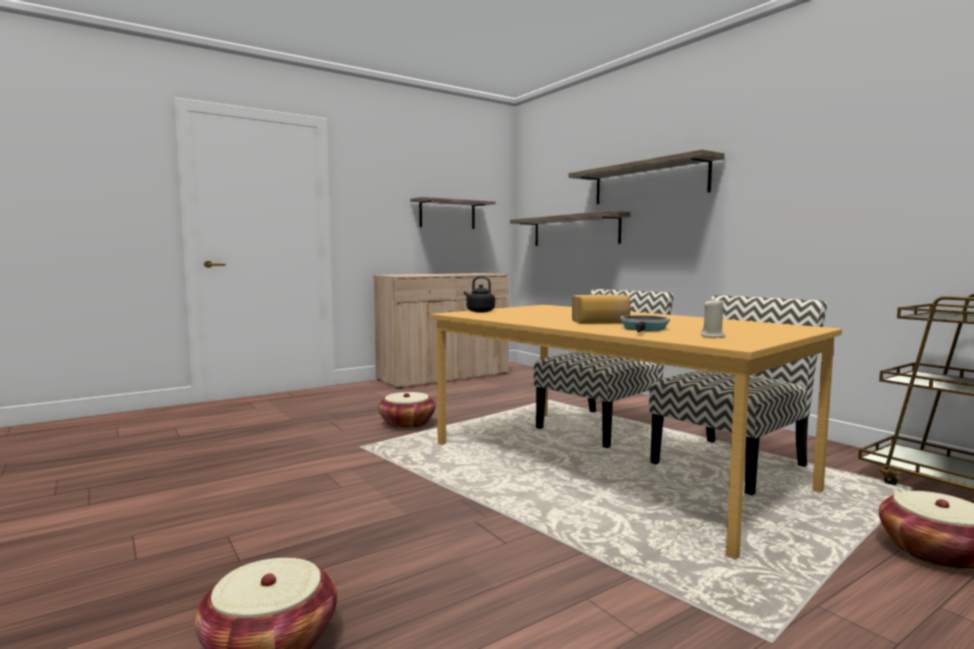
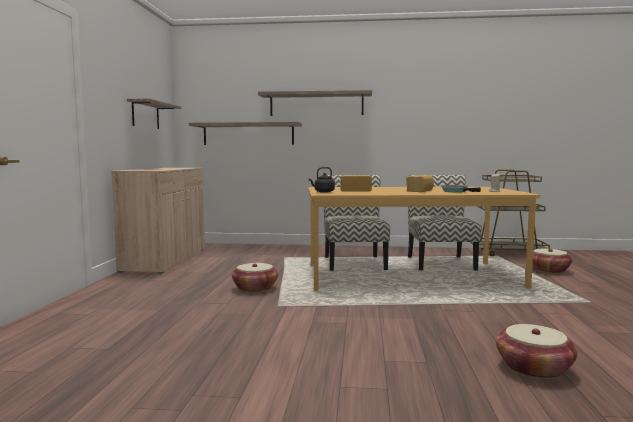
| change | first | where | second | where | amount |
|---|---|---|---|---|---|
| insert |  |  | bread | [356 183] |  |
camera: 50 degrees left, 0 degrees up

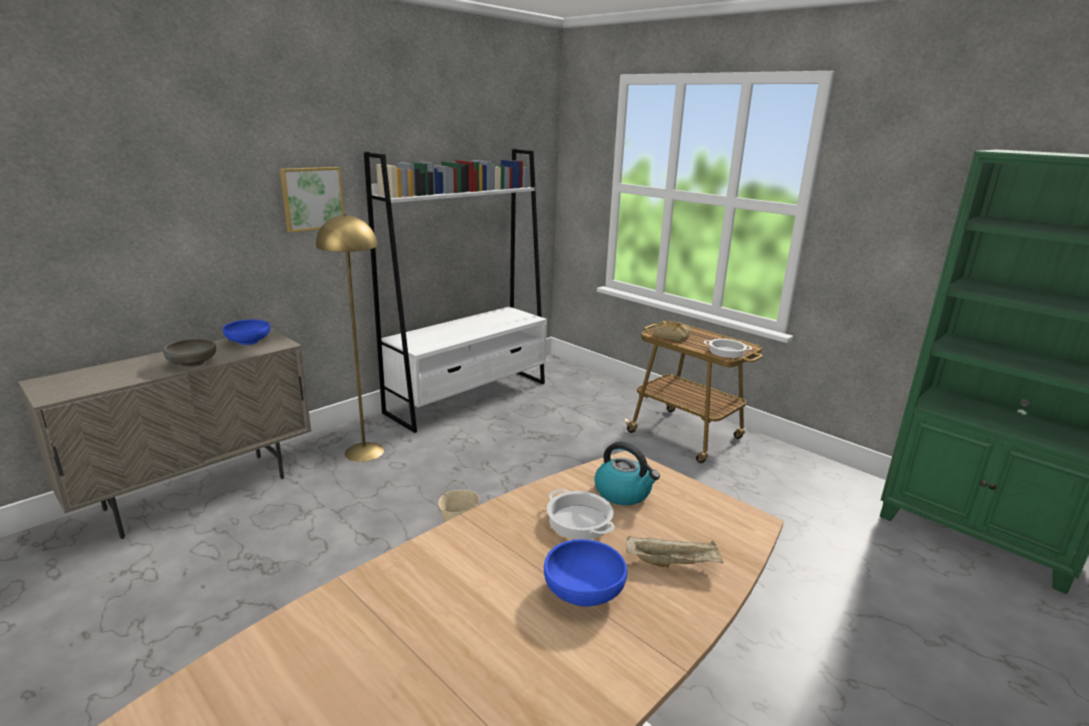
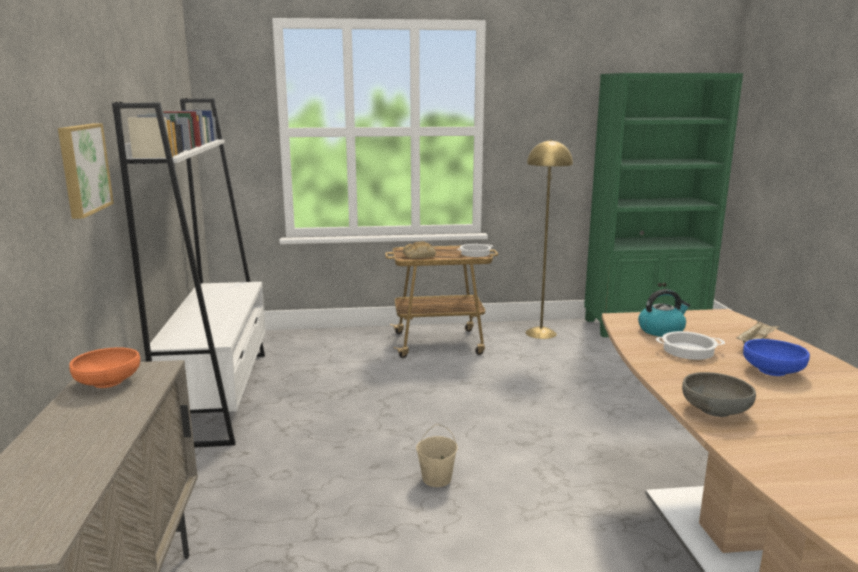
| change | first | where | second | where | amount |
|---|---|---|---|---|---|
| recolor | blue bowl | [246 332] | orange bowl | [104 367] |  |
| move | yellow floor lamp | [350 338] |  | [549 239] |  |
| move | grey bowl | [189 352] |  | [719 394] |  |
camera: 50 degrees left, 5 degrees down

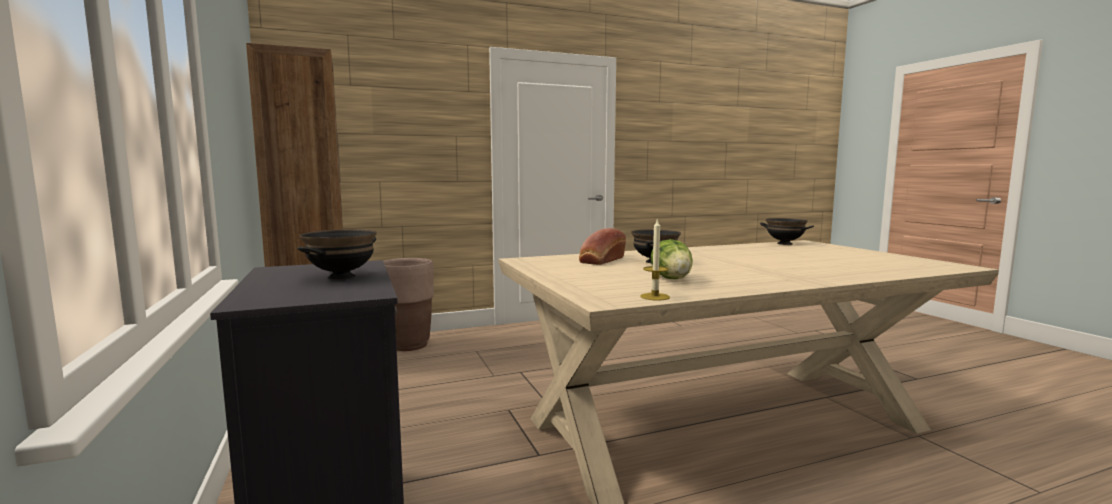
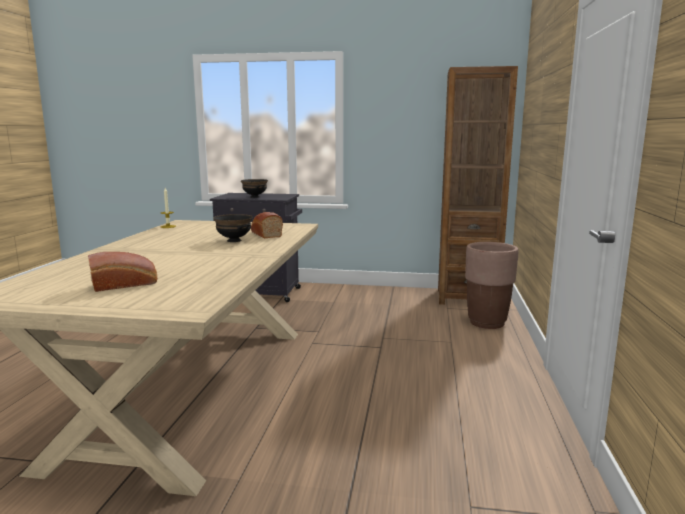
| change | first | where | second | where | amount |
|---|---|---|---|---|---|
| insert |  |  | bread | [122 272] |  |
| delete | lettuce | [672 259] |  |  |  |
| delete | black bowl | [787 231] |  |  |  |
camera: 120 degrees right, 5 degrees up

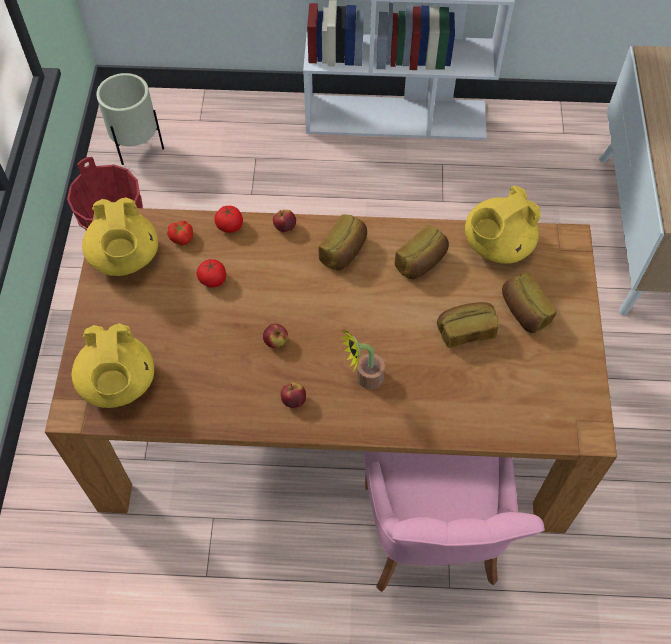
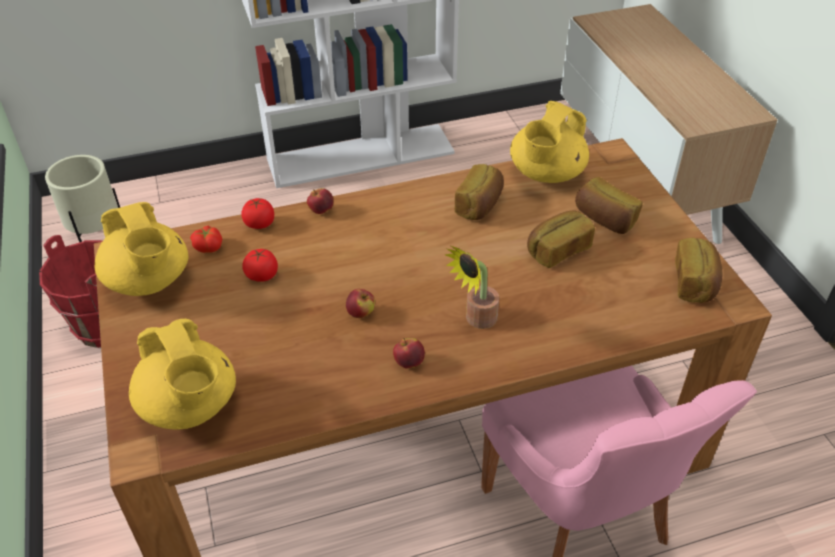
| change | first | where | second | where | amount |
|---|---|---|---|---|---|
| move | bread | [342 242] |  | [698 270] |  |
camera: 20 degrees left, 15 degrees down

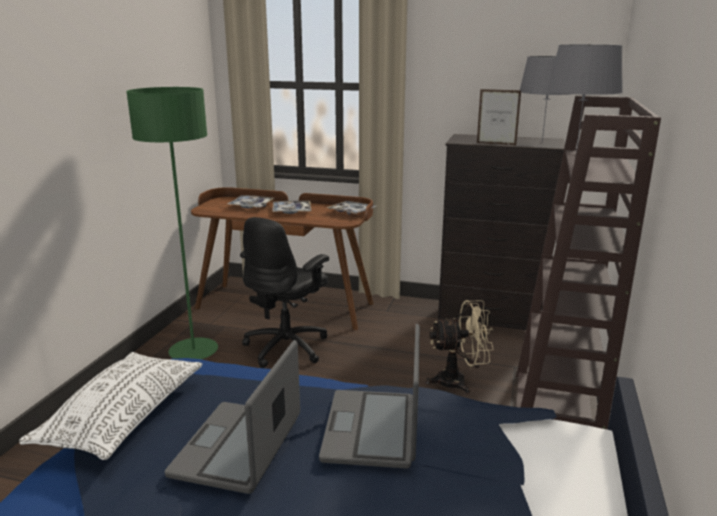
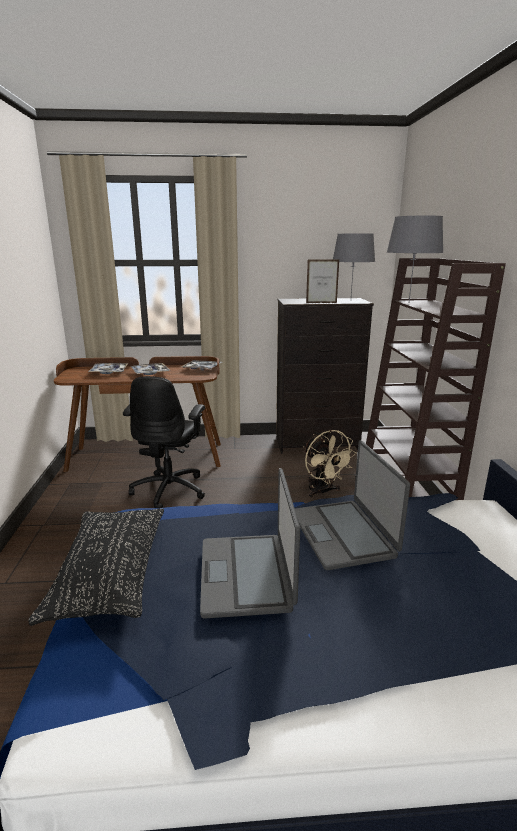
| change | first | where | second | where | amount |
|---|---|---|---|---|---|
| recolor | white pillow | [110 406] | black pillow | [96 567] |  |
| rotate | beige fan | [459 347] |  | [330 464] | 90 degrees clockwise |
| delete | green floor lamp | [172 223] |  |  |  |
camera: 20 degrees left, 0 degrees up

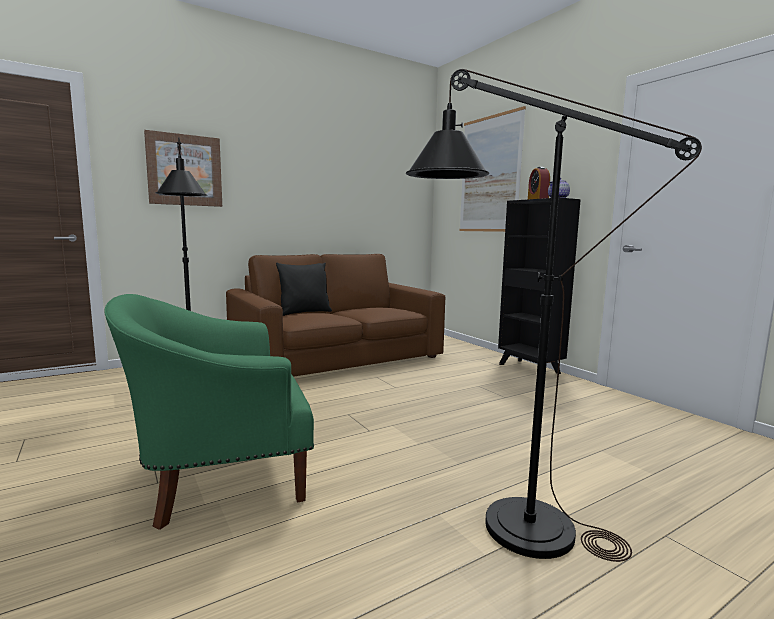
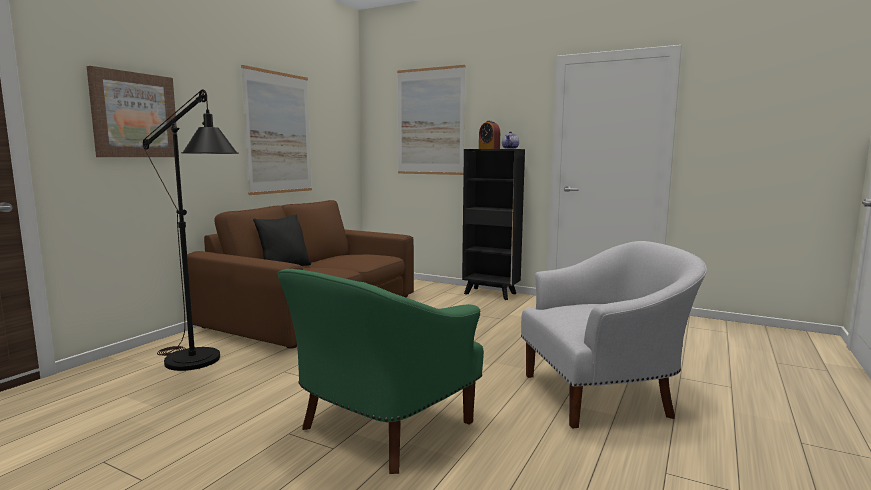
| change | first | where | second | where | amount |
|---|---|---|---|---|---|
| insert |  |  | picture | [276 130] |  |
| replace | black floor lamp | [554 315] | white armchair | [614 335] |  |
camera: 30 degrees left, 0 degrees up

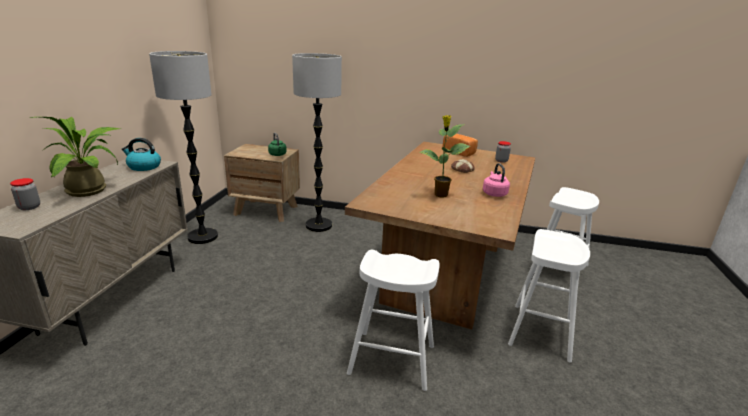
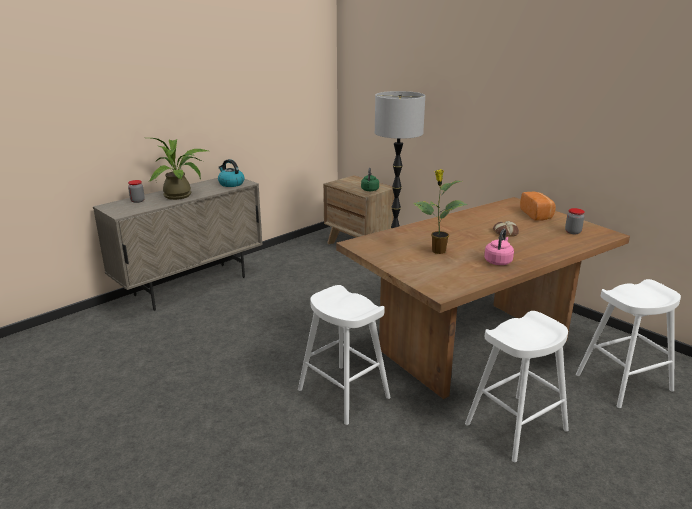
| change | first | where | second | where | amount |
|---|---|---|---|---|---|
| delete | floor lamp | [183 147] |  |  |  |
camera: 35 degrees right, 0 degrees up

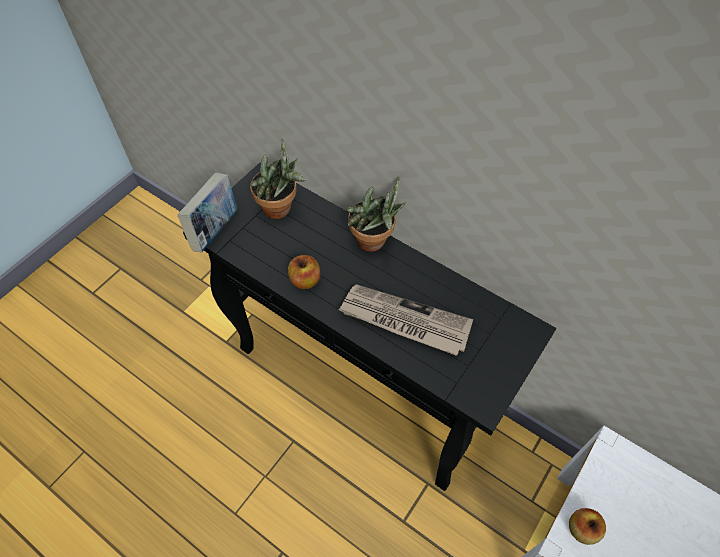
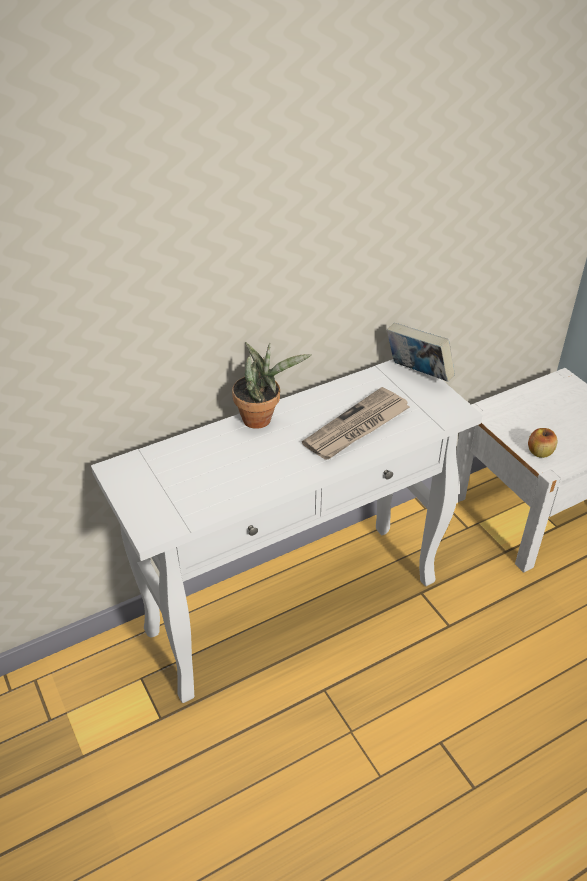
| change | first | where | second | where | amount |
|---|---|---|---|---|---|
| recolor | black console table | [369 327] | white console table | [287 531] |  |
| move | book | [207 212] |  | [421 352] |  |
| delete | potted plant | [278 178] |  |  |  |
| delete | apple | [304 272] |  |  |  |
camera: 65 degrees left, 15 degrees down

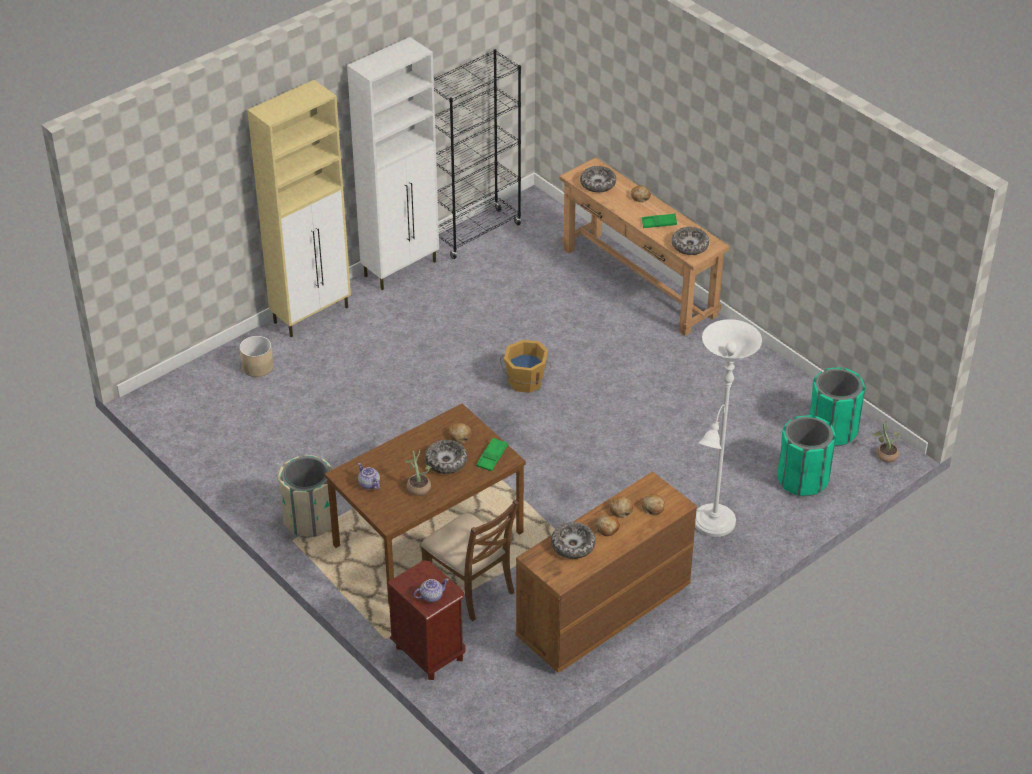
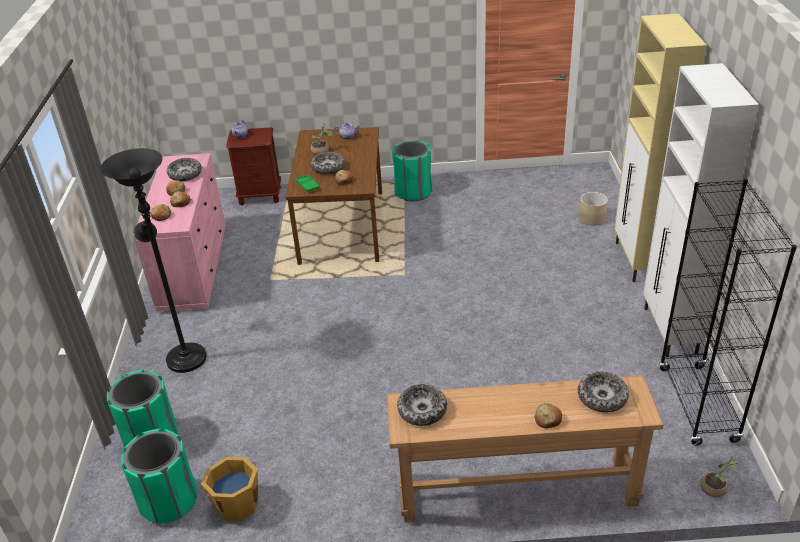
| change | first | where | second | where | amount |
|---|---|---|---|---|---|
| recolor | white floor lamp | [728 428] | black floor lamp | [153 260] |  |
| recolor | brown dresser | [606 572] | pink dresser | [179 232] |  |
| move | orange bucket | [525 366] |  | [230 489] |  |
| recolor | beige trash can | [305 496] | green trash can | [412 171] |  |
| move | potted plant | [886 442] |  | [720 476] |  |
| delete | brown chair | [470 560] |  |  |  |
| delete | green tray | [659 221] |  |  |  |
camera: 130 degrees right, 5 degrees down

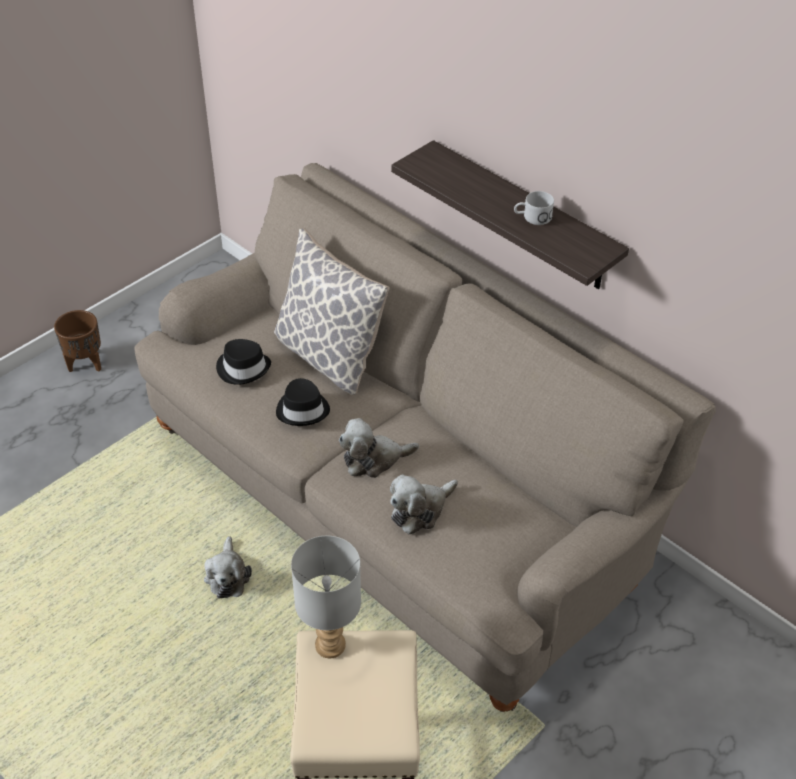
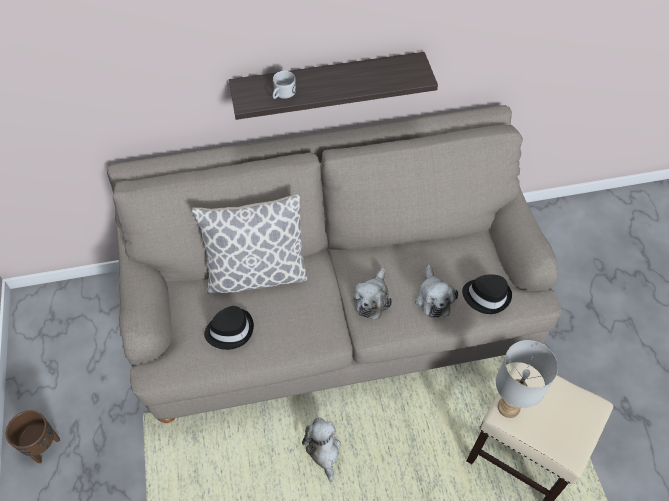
| change | first | where | second | where | amount |
|---|---|---|---|---|---|
| move | white mug | [534 208] |  | [284 85] |  |
| rotate | plush toy | [228 567] |  | [321 449] | 135 degrees counterclockwise |
| move | black hat | [303 402] |  | [487 294] |  |
camera: 55 degrees left, 10 degrees up

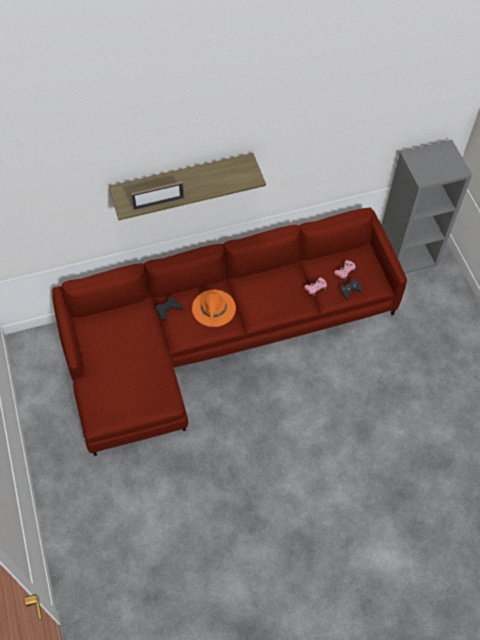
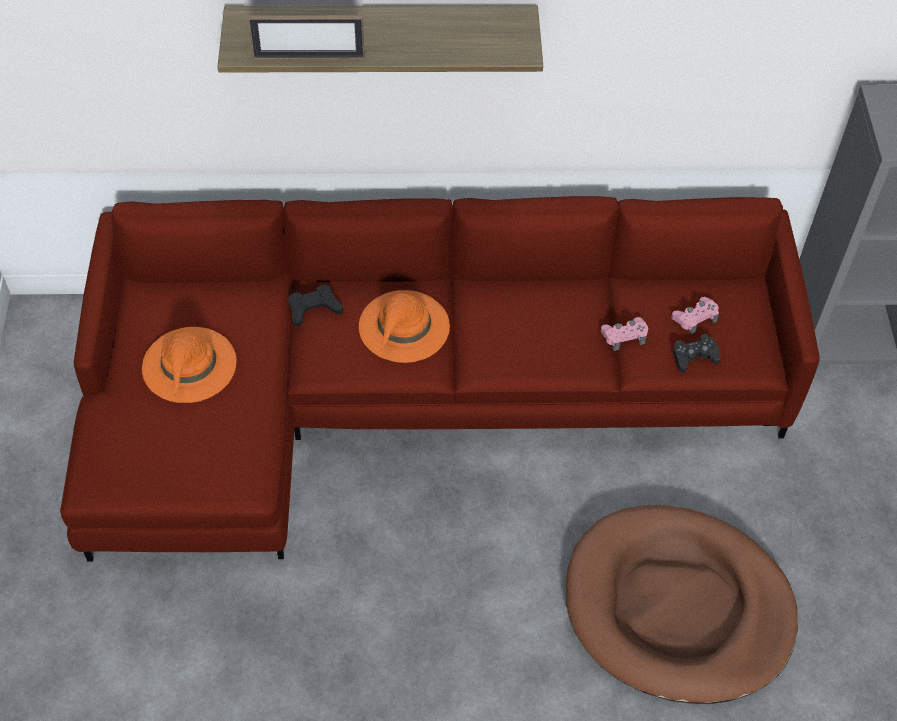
| change | first | where | second | where | amount |
|---|---|---|---|---|---|
| insert |  |  | orange hat | [189 365] |  |
| insert |  |  | brown dog bed | [682 604] |  |
camera: 15 degrees right, 5 degrees down

